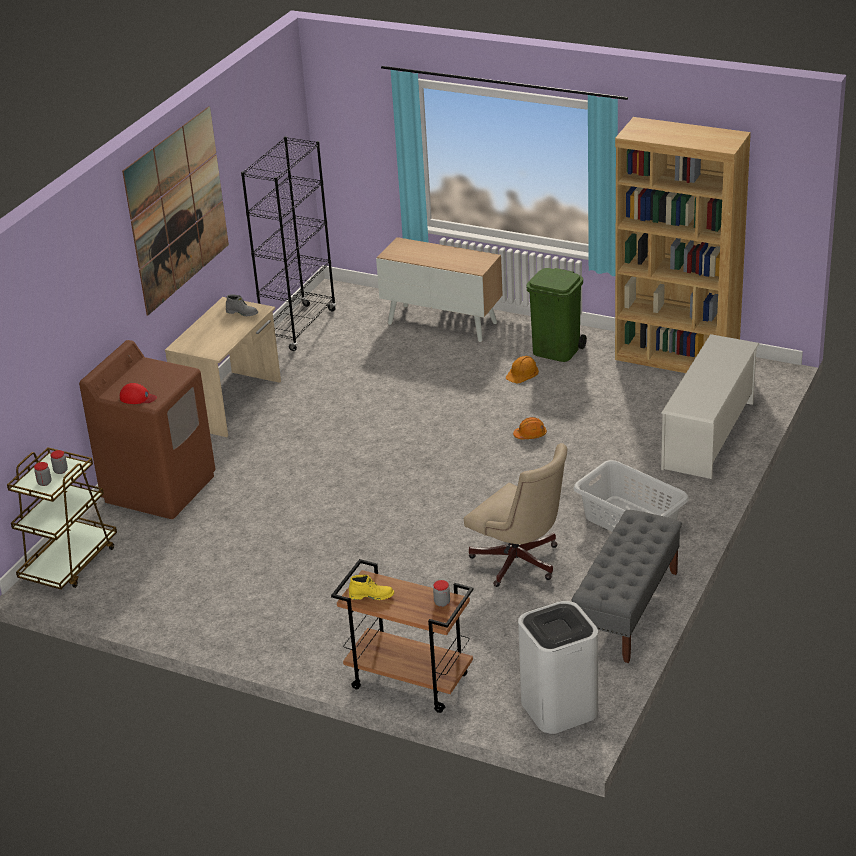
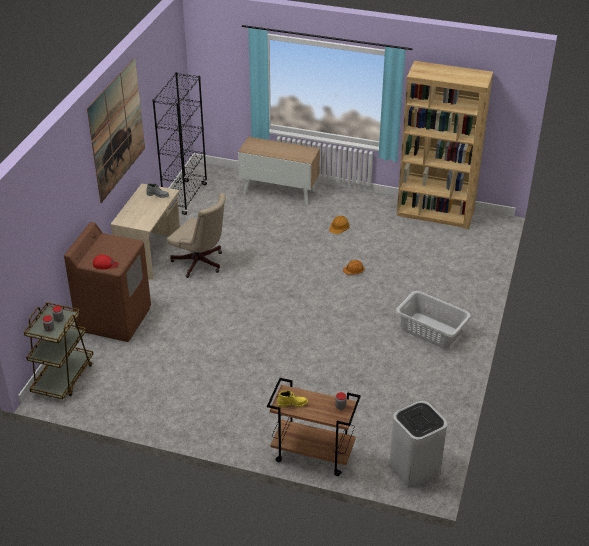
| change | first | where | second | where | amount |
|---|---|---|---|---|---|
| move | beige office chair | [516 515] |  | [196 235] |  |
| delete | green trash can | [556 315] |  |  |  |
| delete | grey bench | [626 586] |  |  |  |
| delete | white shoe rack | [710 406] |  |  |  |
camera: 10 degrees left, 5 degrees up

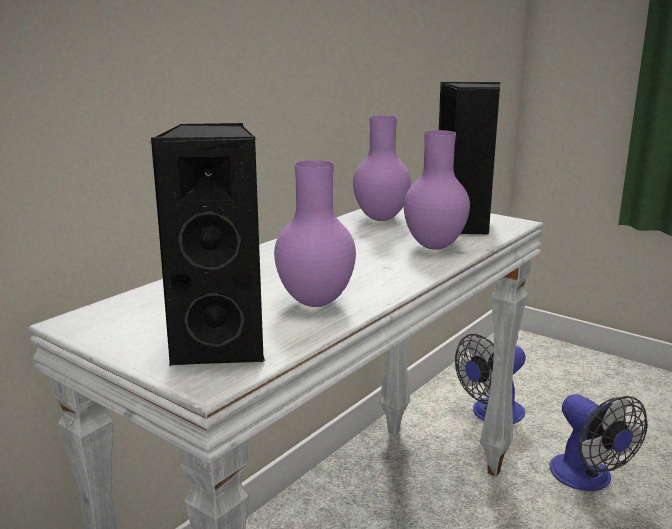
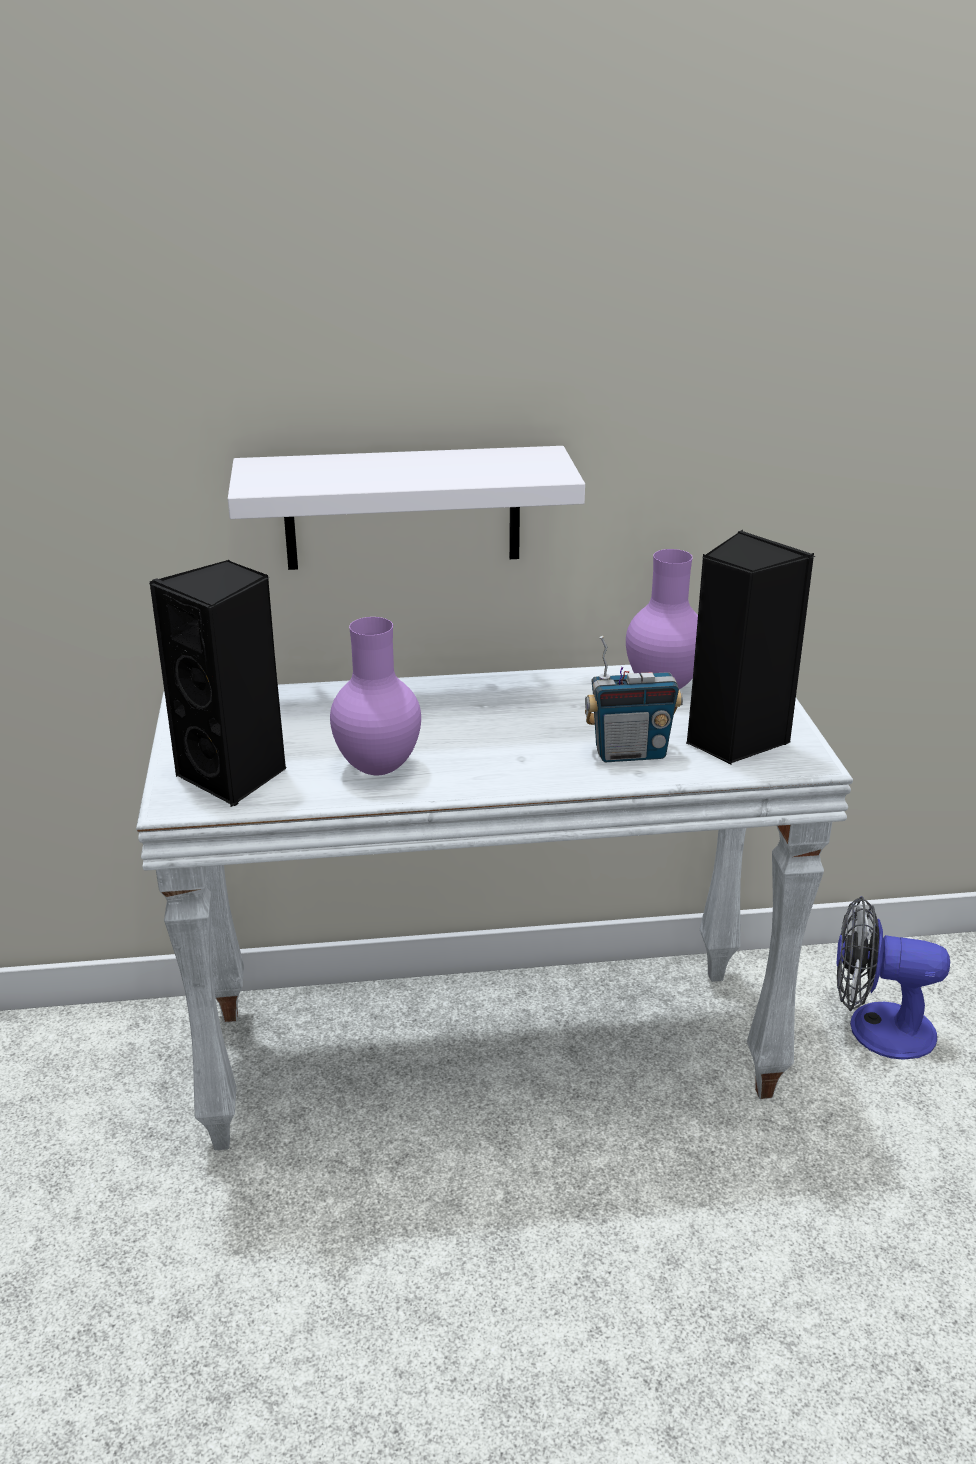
| change | first | where | second | where | amount |
|---|---|---|---|---|---|
| insert |  |  | white shelf | [406 508] |  |
| replace | purple vase | [437 190] | radio | [634 699] |  |
| delete | fan | [598 442] |  |  |  |
camera: 45 degrees right, 10 degrees up

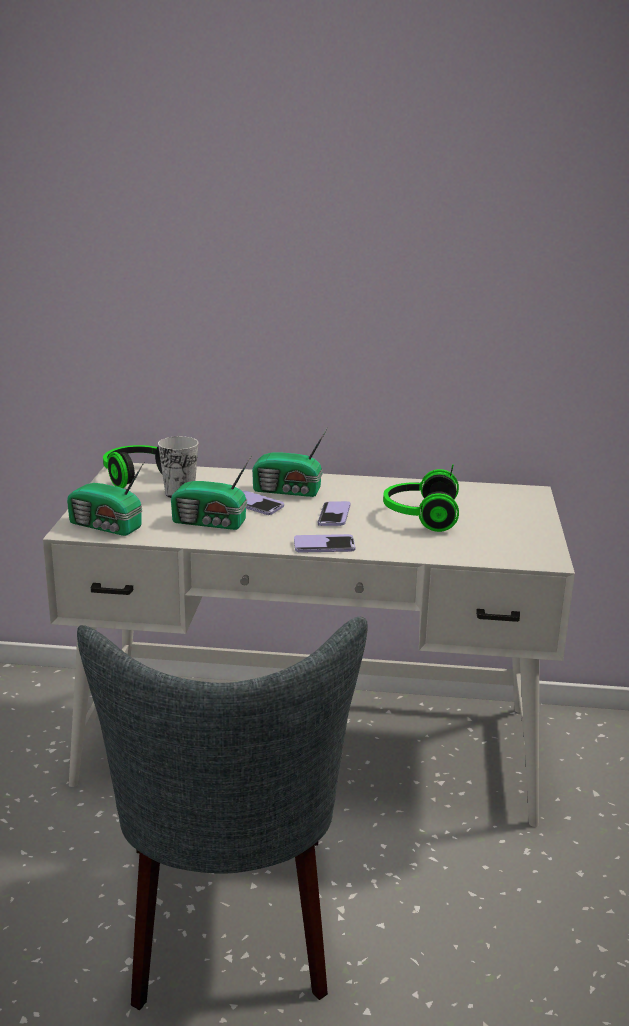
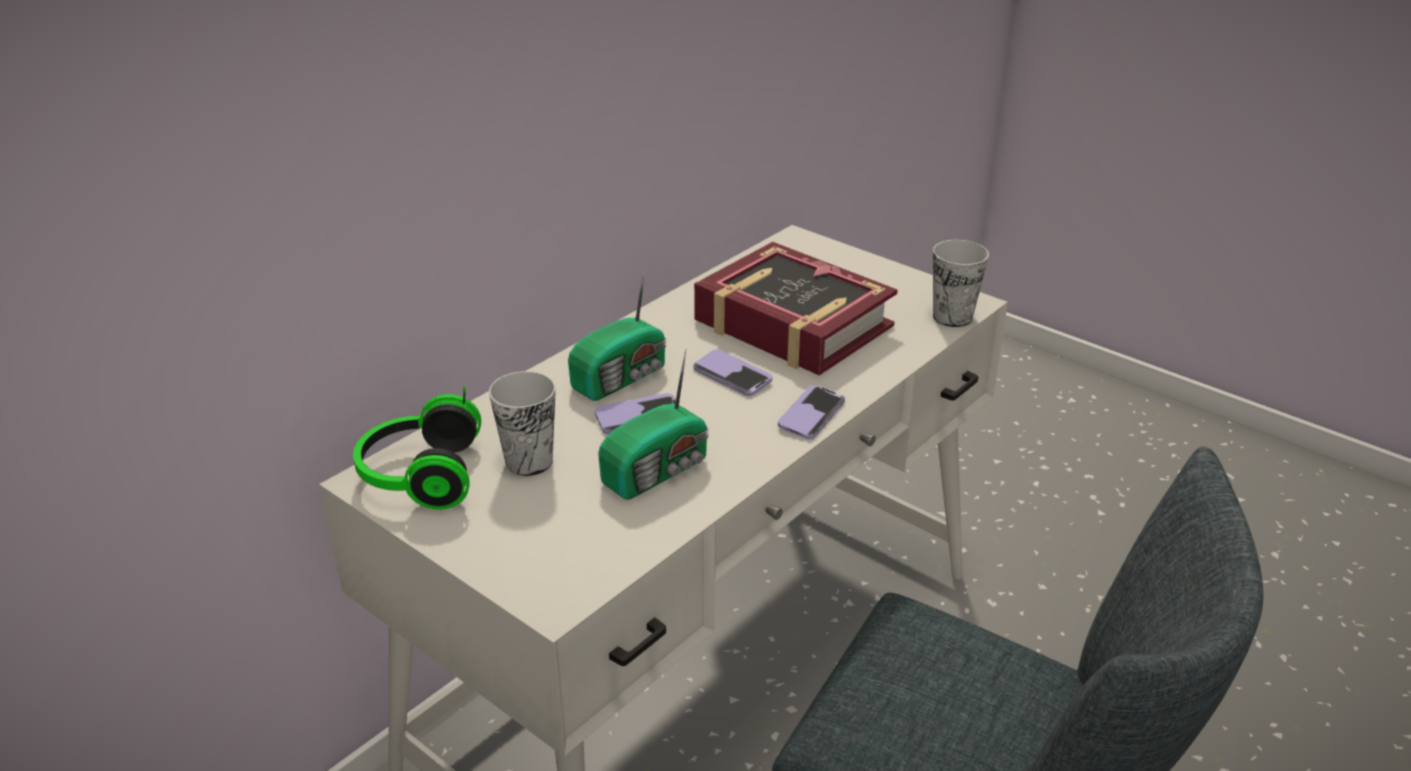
| change | first | where | second | where | amount |
|---|---|---|---|---|---|
| replace | headphones | [421 498] | book | [795 308] |  |
| insert |  |  | cup | [961 283] |  |
| delete | radio | [106 498] |  |  |  |
camera: 55 degrees left, 10 degrees up

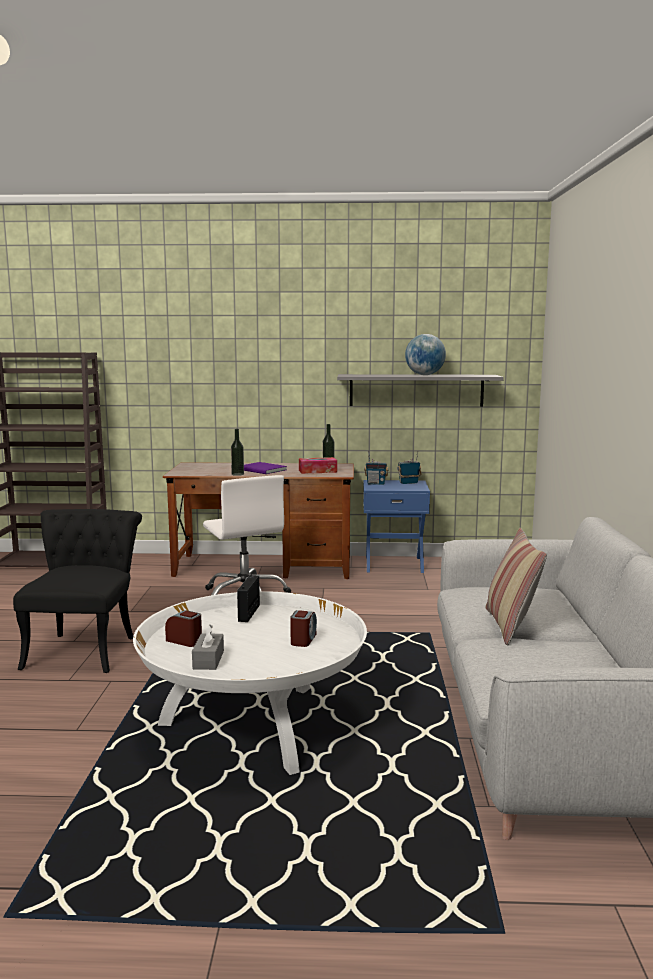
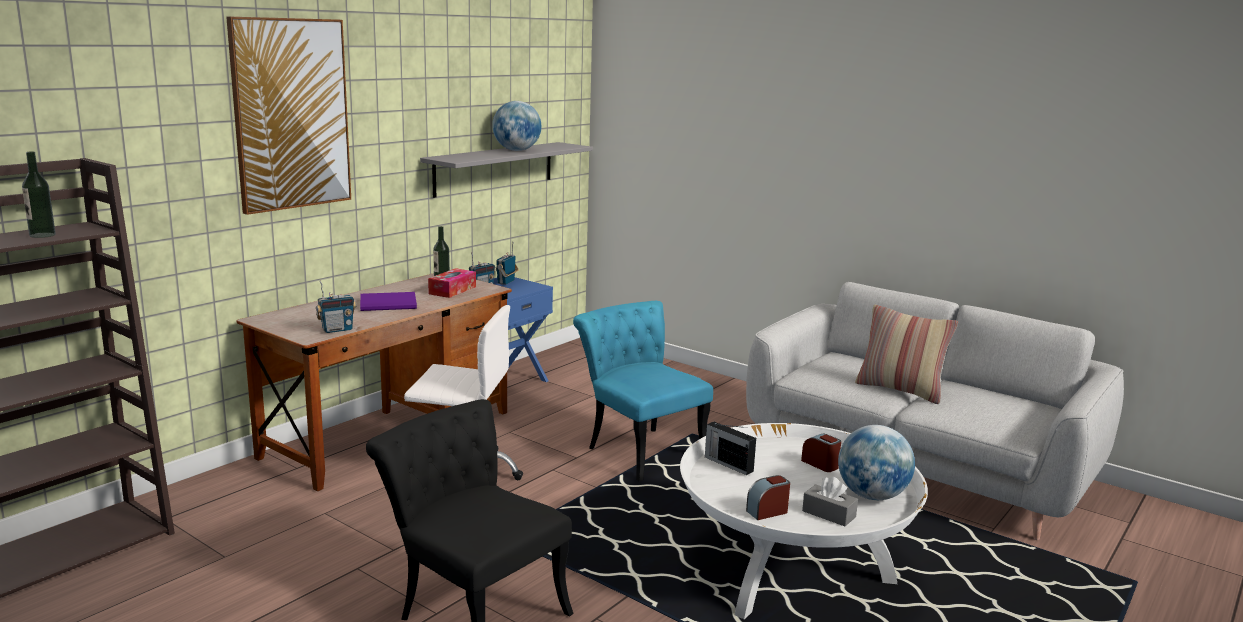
| change | first | where | second | where | amount |
|---|---|---|---|---|---|
| move | bottle | [237 452] |  | [39 194] |  |
| insert |  |  | picture | [288 115] |  |
| insert |  |  | radio | [336 306] |  |
| insert |  |  | turquoise chair | [643 391] |  |
| insert |  |  | globe | [876 462] |  |
camera: 55 degrees left, 5 degrees up

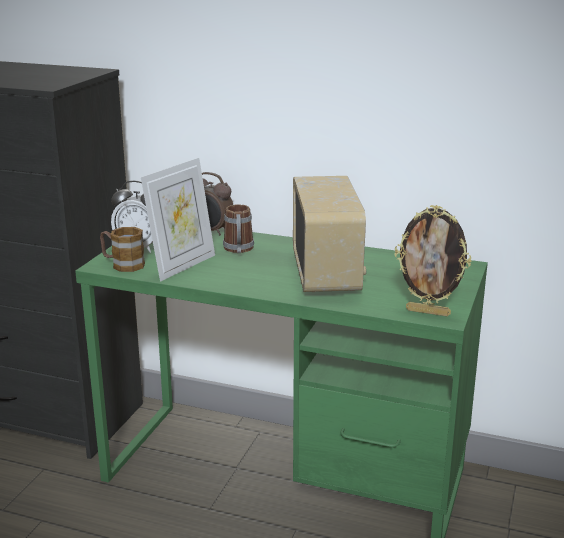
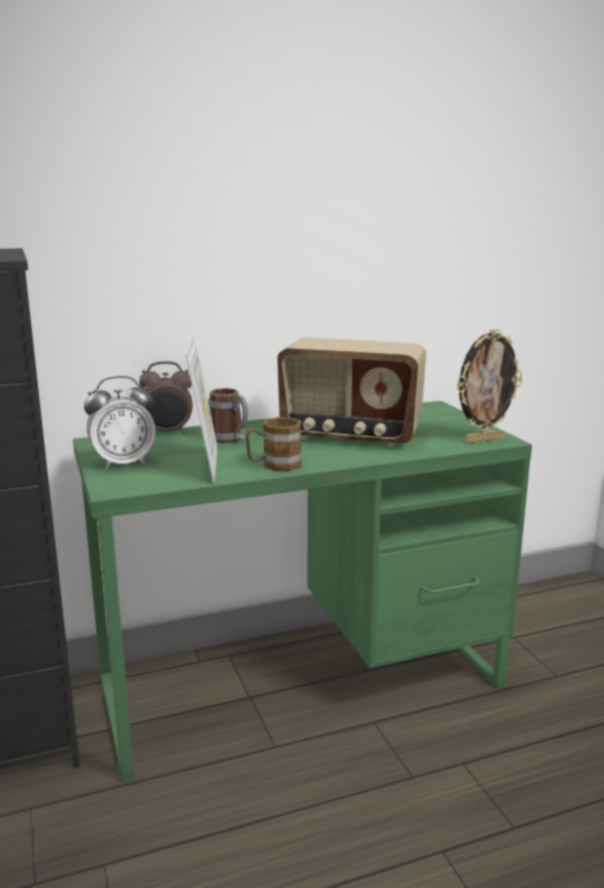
| change | first | where | second | where | amount |
|---|---|---|---|---|---|
| move | mug | [122 249] |  | [274 444] |  |
| rotate | radio | [329 234] |  | [351 392] | 150 degrees clockwise |
camera: 40 degrees left, 5 degrees down

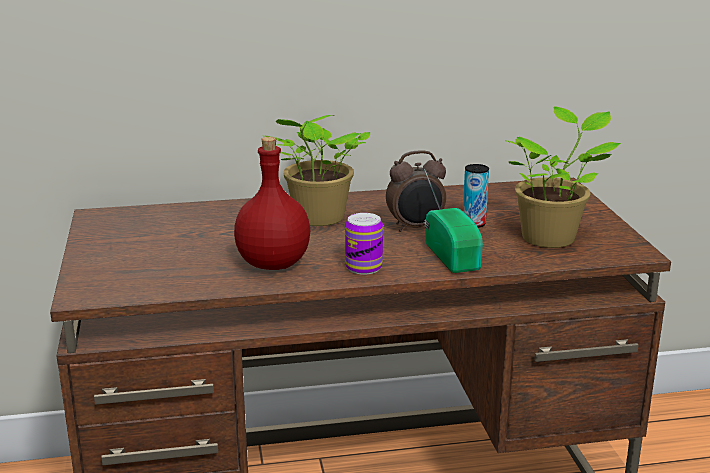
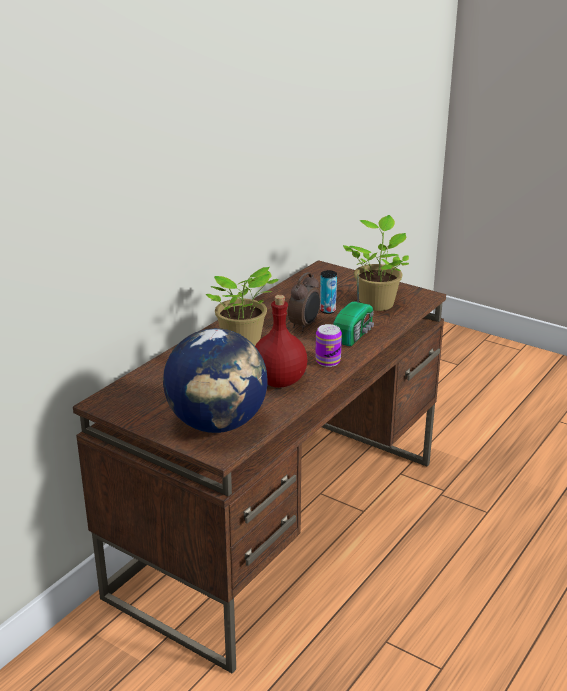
| change | first | where | second | where | amount |
|---|---|---|---|---|---|
| insert |  |  | globe | [215 380] |  |
| rotate | radio | [453 221] |  | [353 313] | 90 degrees clockwise |
camera: 45 degrees left, 5 degrees up

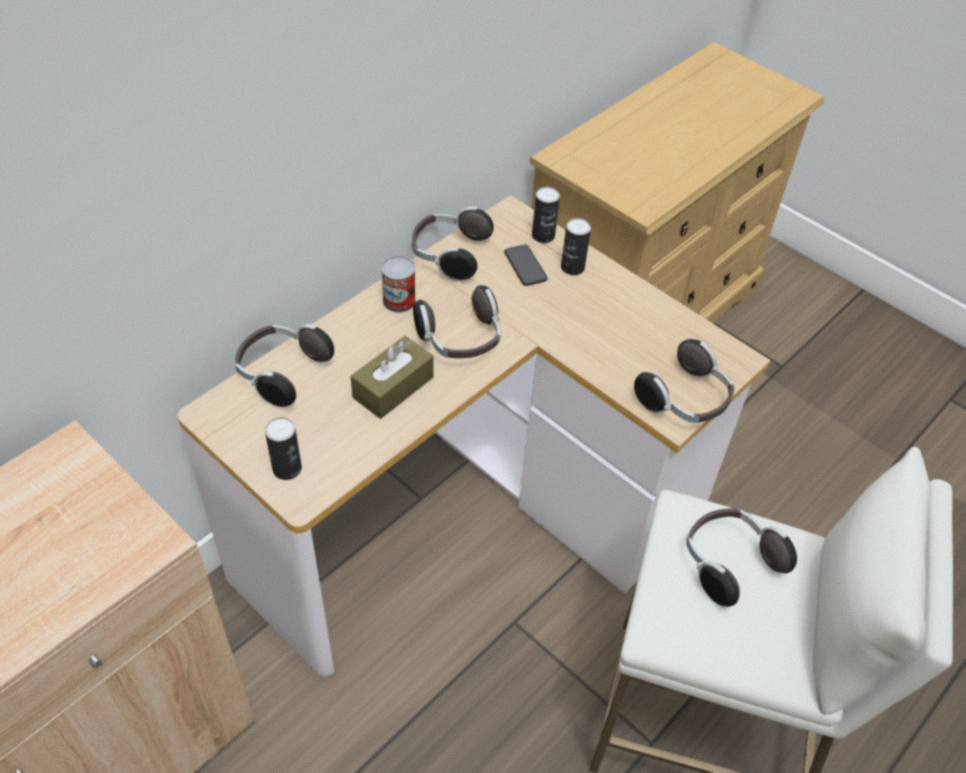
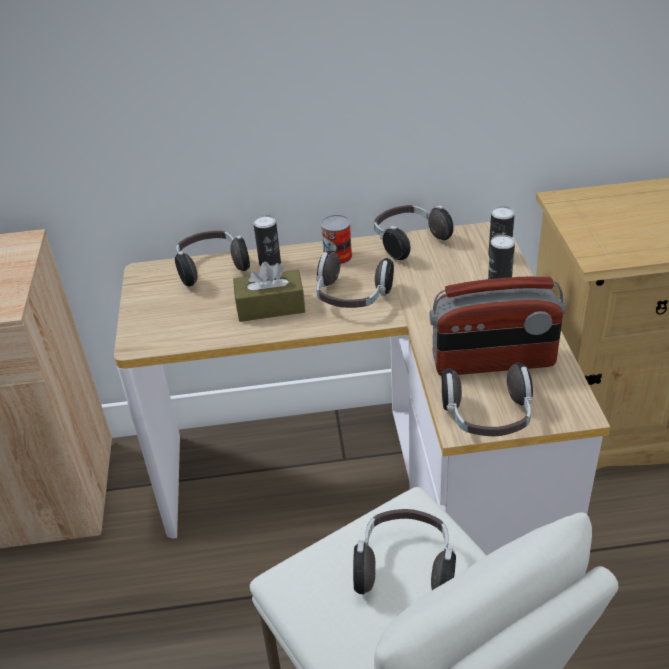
| change | first | where | second | where | amount |
|---|---|---|---|---|---|
| move | can | [283 448] |  | [267 241] |  |
| insert |  |  | radio | [498 326] |  |
| delete | phone | [526 265] |  |  |  |
camera: 45 degrees right, 10 degrees down

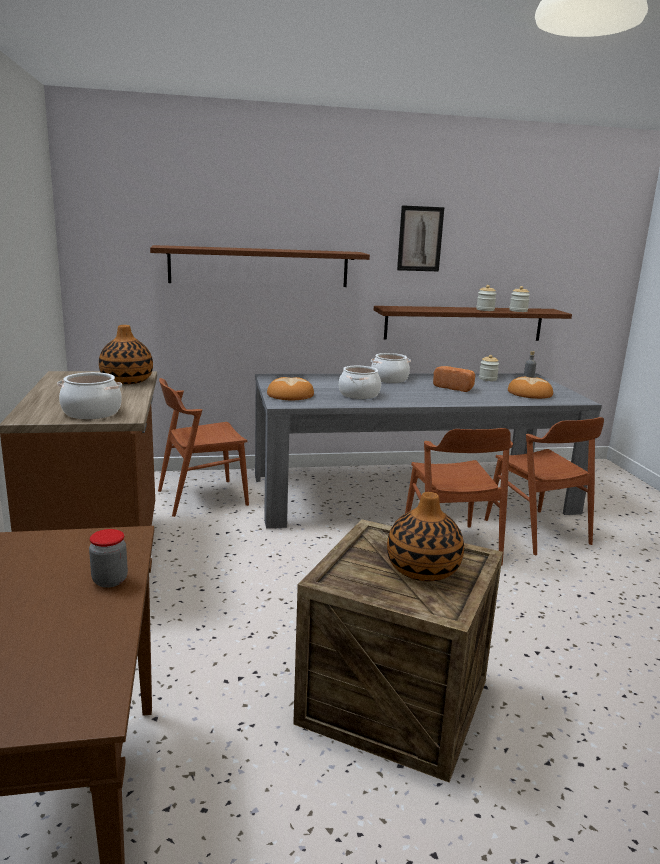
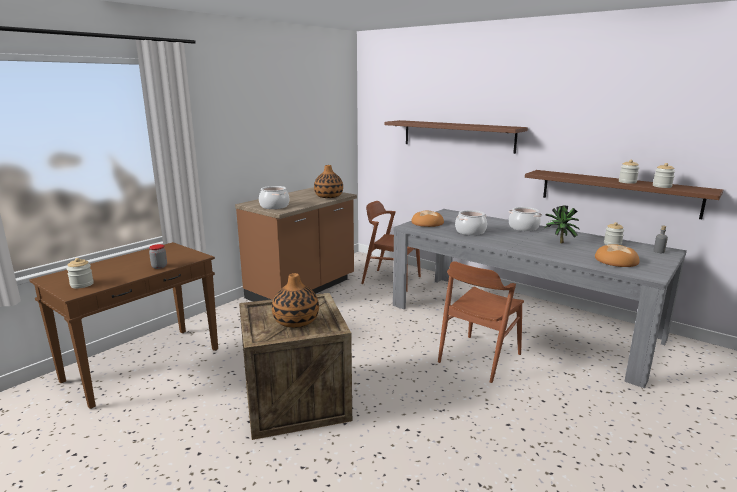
| change | first | where | second | where | amount |
|---|---|---|---|---|---|
| insert |  |  | jar | [80 273] |  |
| replace | bread | [454 379] | potted plant | [562 224] |  |
| delete | picture | [420 238] |  |  |  |
| delete | brown chair | [544 486] |  |  |  |
camera: 50 degrees right, 0 degrees up

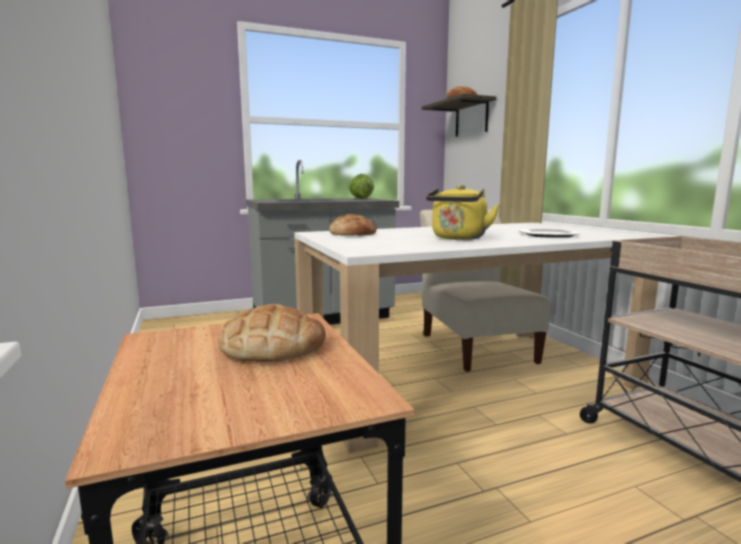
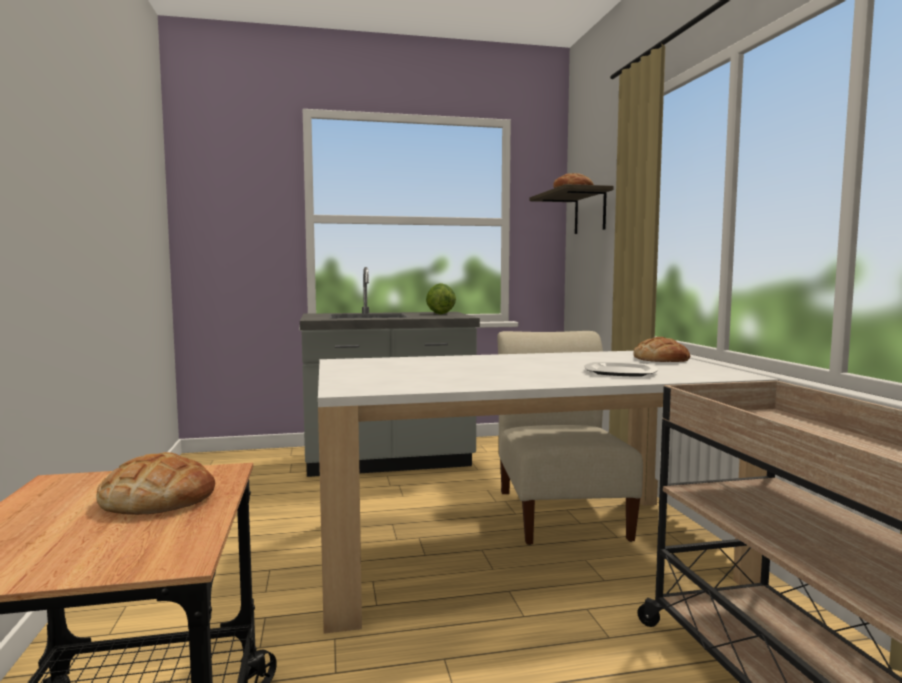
| change | first | where | second | where | amount |
|---|---|---|---|---|---|
| move | bread | [353 225] |  | [661 349] |  |
| delete | yellow kettle | [462 212] |  |  |  |
camera: 10 degrees right, 5 degrees down

